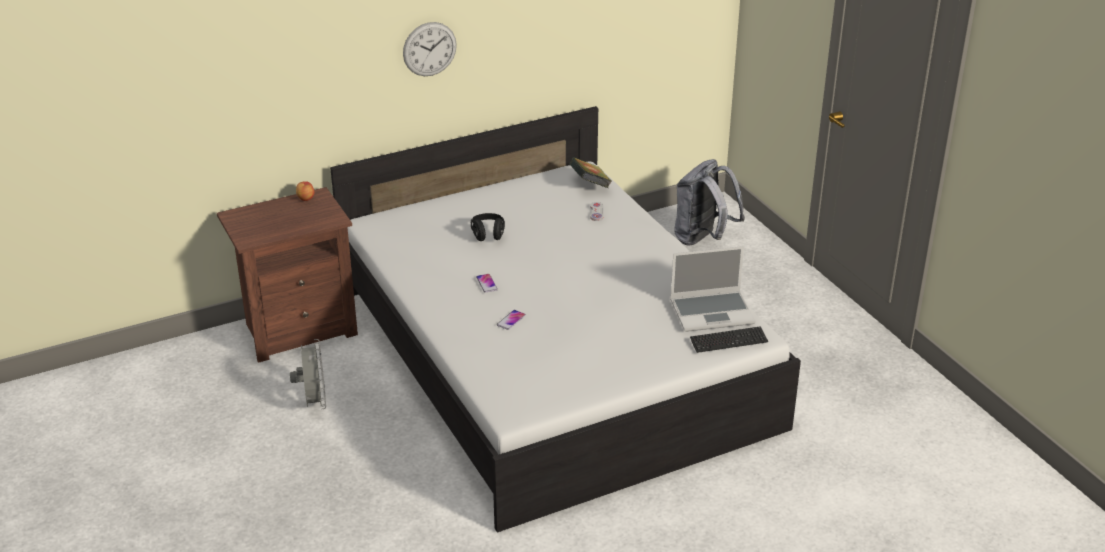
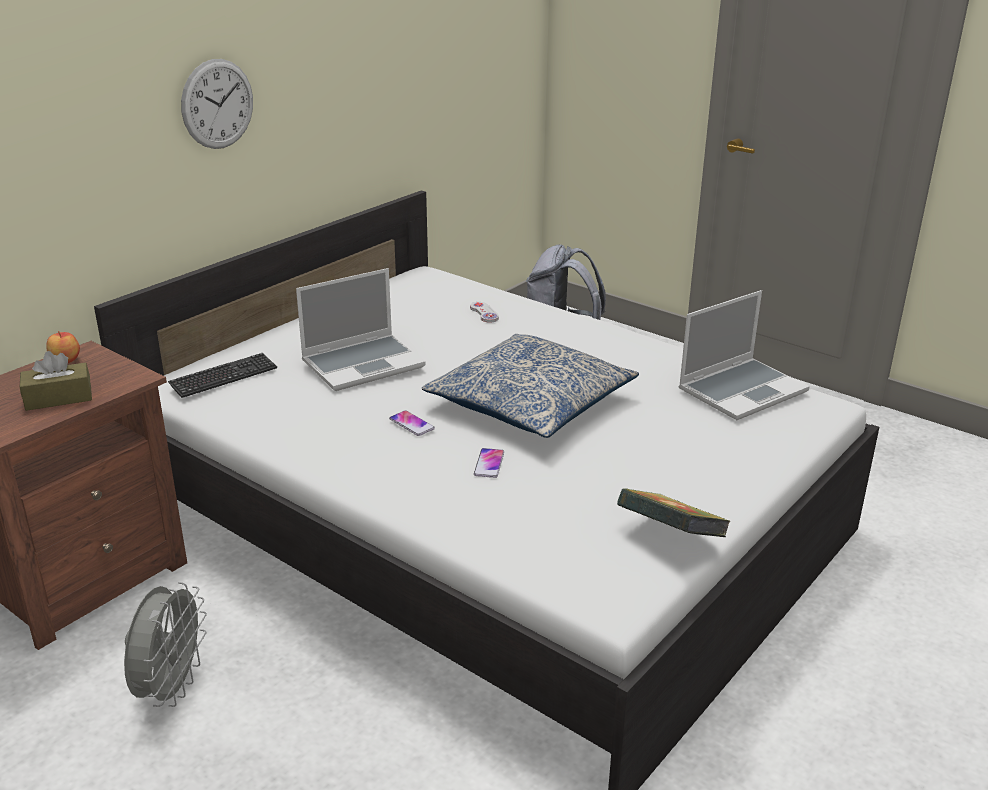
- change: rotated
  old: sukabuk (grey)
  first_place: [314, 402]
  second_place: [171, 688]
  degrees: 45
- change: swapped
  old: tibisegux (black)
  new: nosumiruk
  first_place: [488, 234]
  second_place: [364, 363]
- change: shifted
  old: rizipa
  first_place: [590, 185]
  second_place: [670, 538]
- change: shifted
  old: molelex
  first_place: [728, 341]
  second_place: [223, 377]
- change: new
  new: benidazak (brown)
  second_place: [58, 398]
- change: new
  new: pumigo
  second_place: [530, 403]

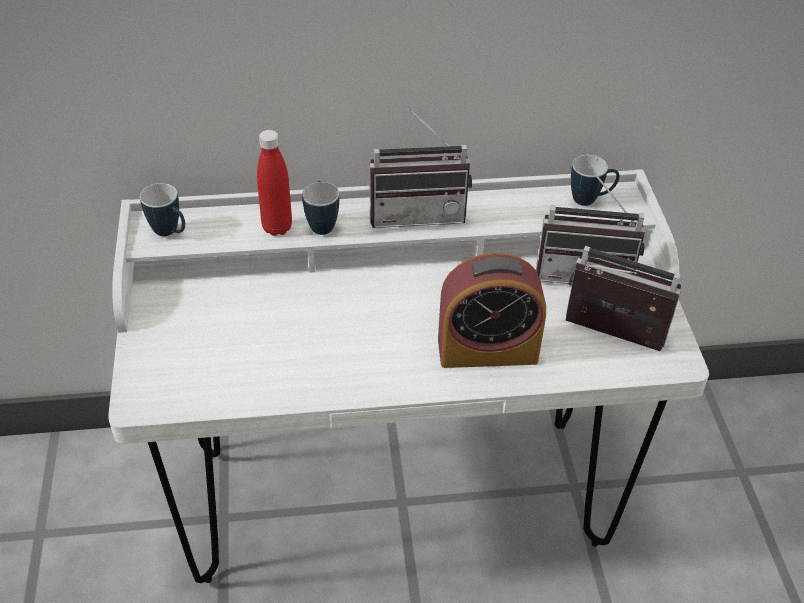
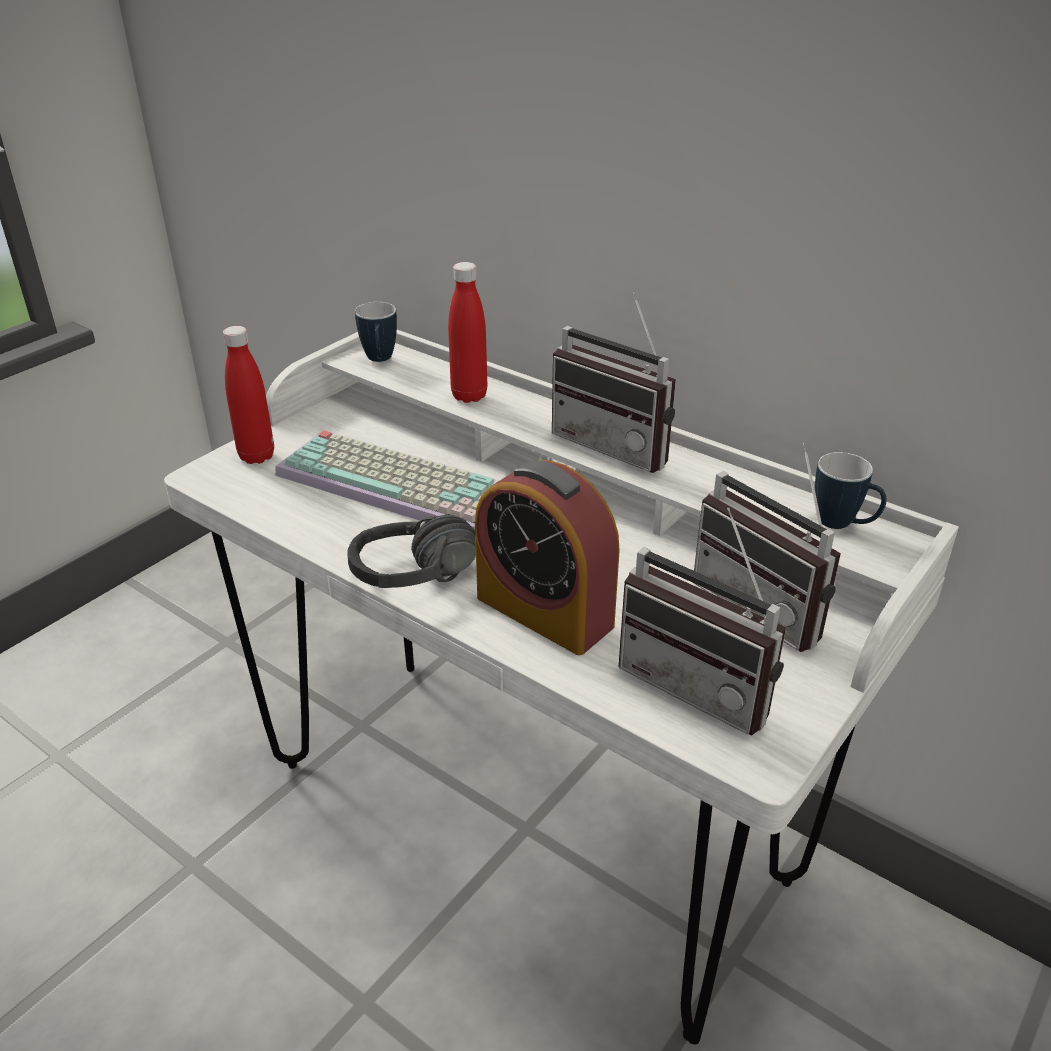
- change: gone
  old: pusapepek
  first_place: [321, 224]
- change: rotated
  old: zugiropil
  first_place: [609, 338]
  second_place: [703, 684]
  degrees: 150
- change: new
  new: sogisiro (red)
  second_place: [257, 456]
- change: new
  new: molelex
  second_place: [400, 483]
- change: new
  new: tibisegux (black)
  second_place: [420, 584]

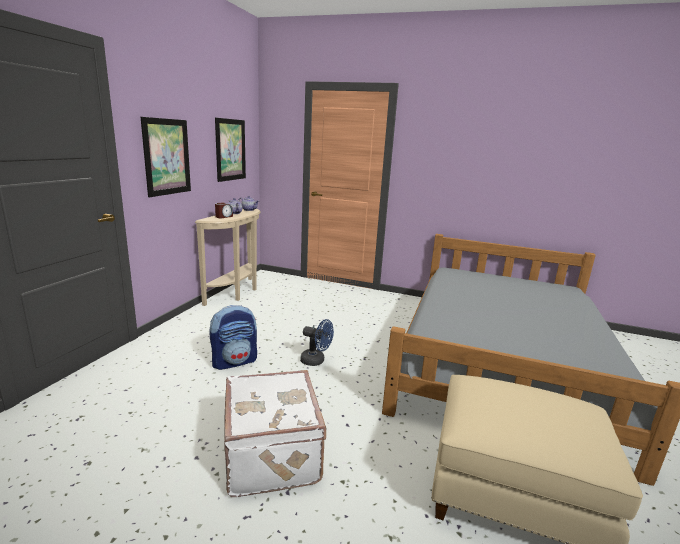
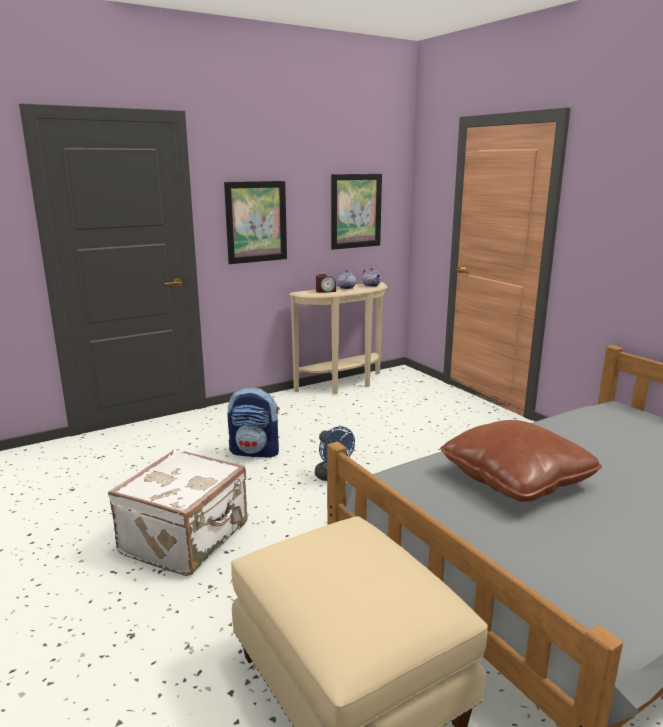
- change: new
  new: pumigo (brown)
  second_place: [515, 479]

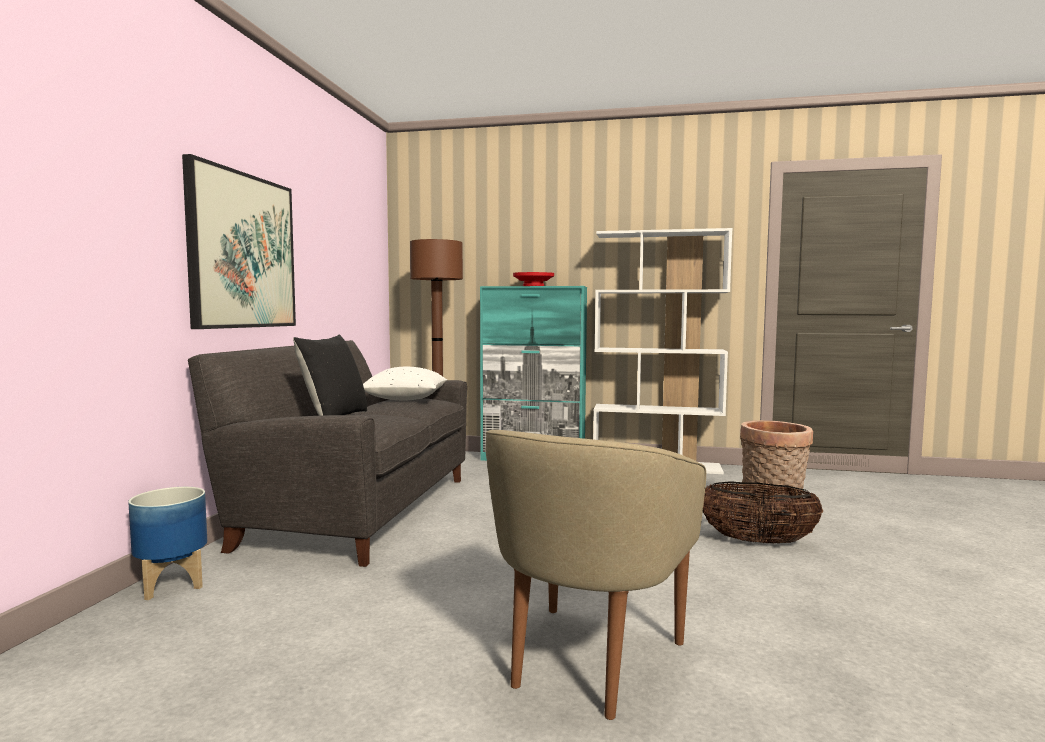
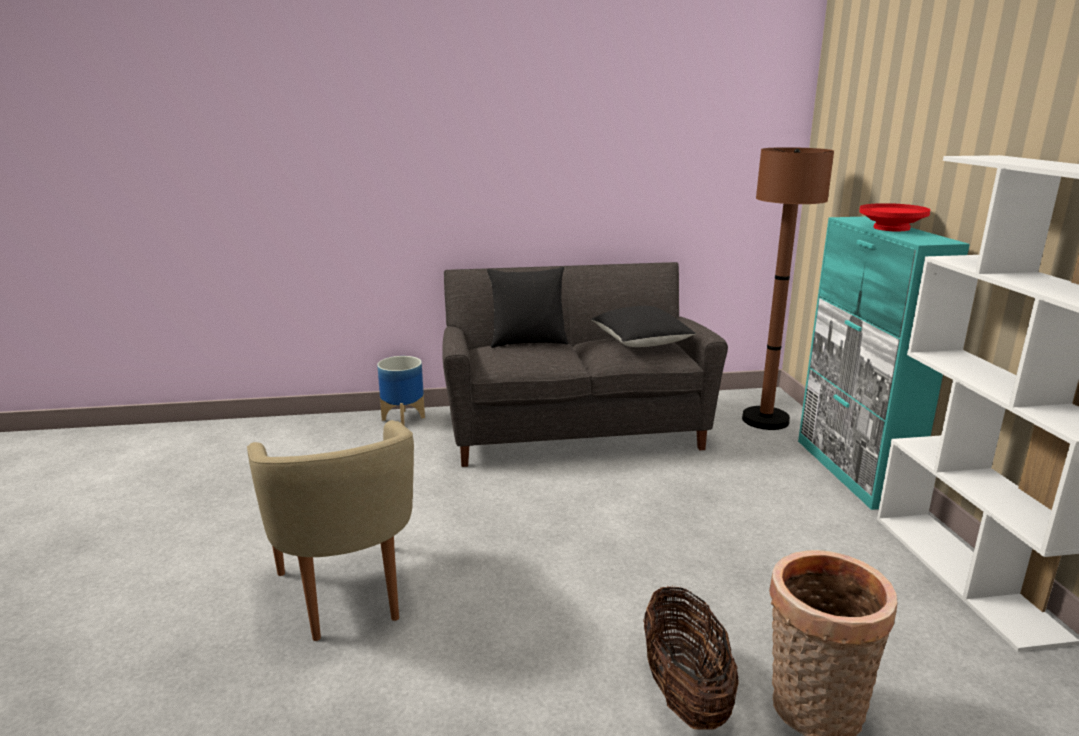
- change: gone
  old: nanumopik
  first_place: [242, 251]
- change: repainted
  old: pumigo (white)
  new: pumigo (black)
  first_place: [405, 399]
  second_place: [641, 342]
- change: rotated
  old: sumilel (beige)
  first_place: [588, 660]
  second_place: [346, 593]
  degrees: -120

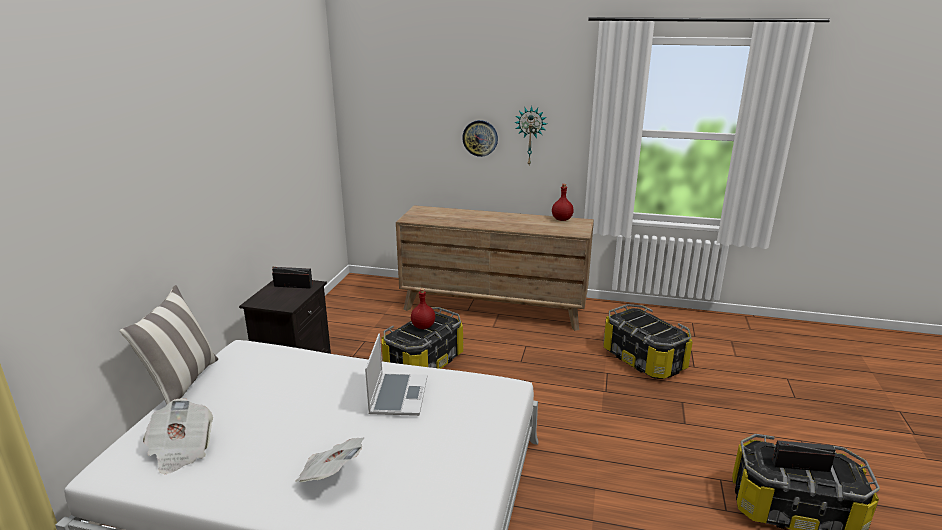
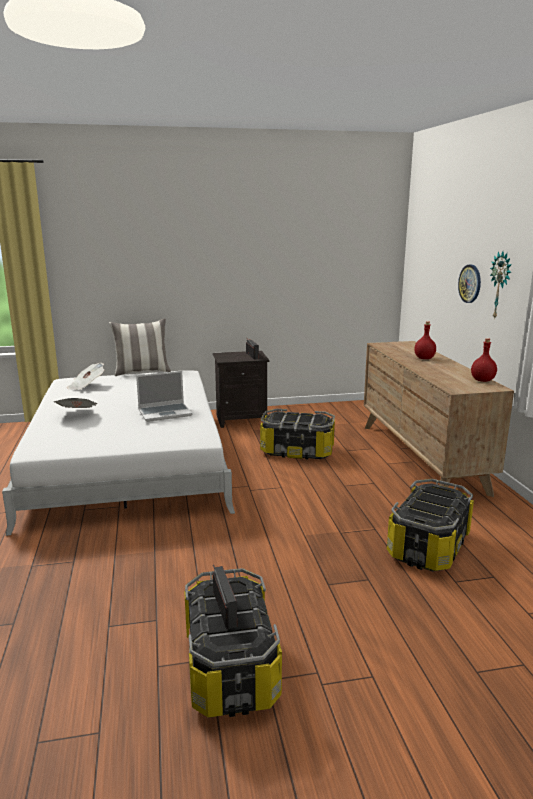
- change: shifted
  old: sogisiro (red)
  first_place: [423, 326]
  second_place: [424, 358]

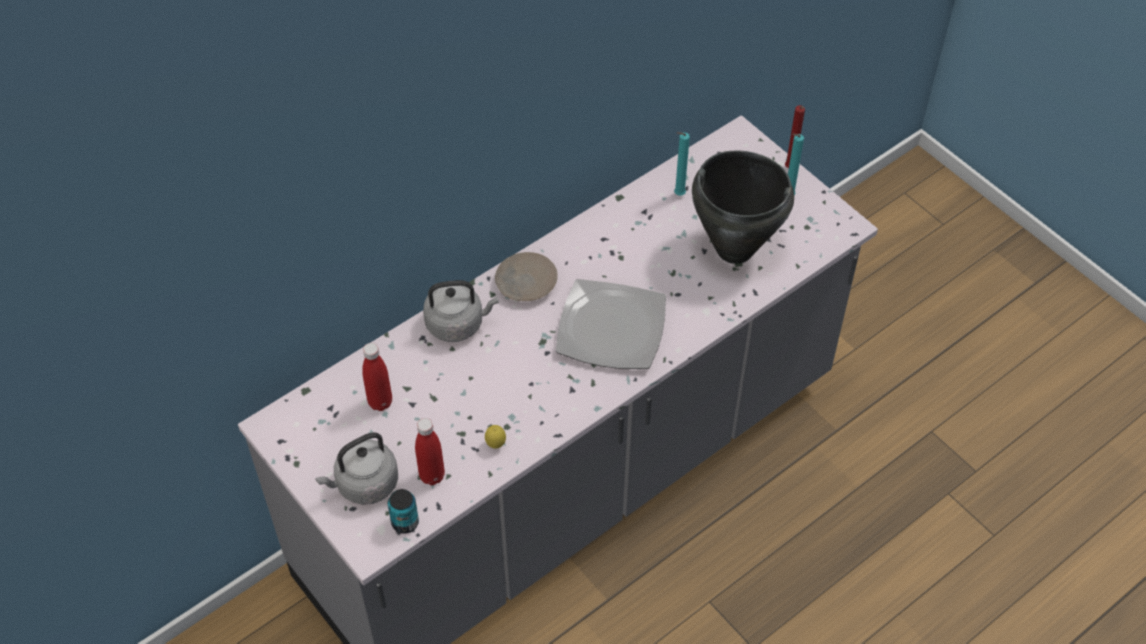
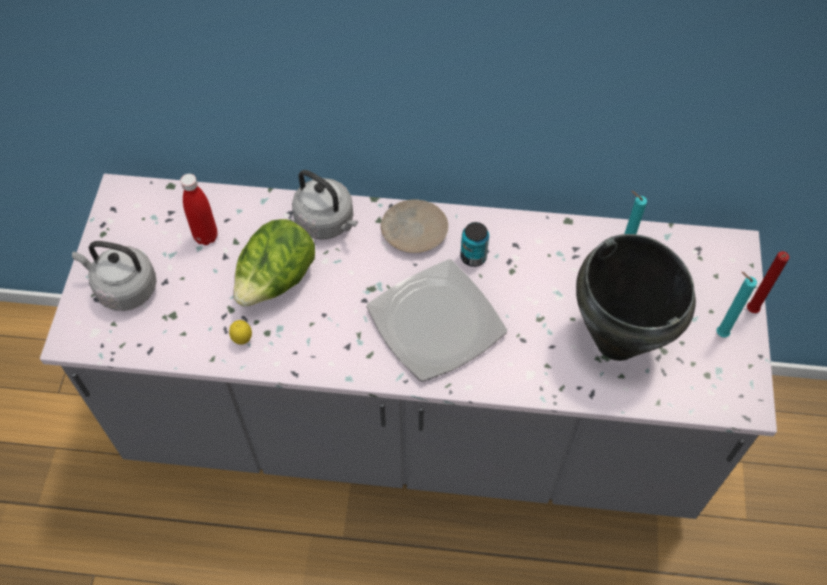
- change: shifted
  old: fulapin
  first_place: [405, 522]
  second_place: [473, 257]
- change: gone
  old: sogisiro (red)
  first_place: [432, 476]
- change: new
  new: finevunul
  second_place: [276, 281]

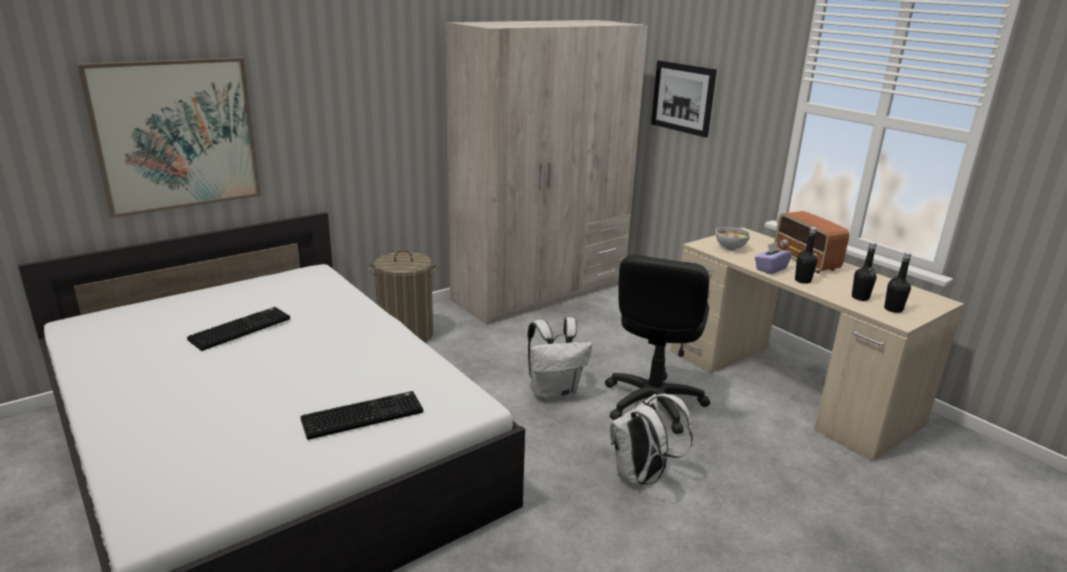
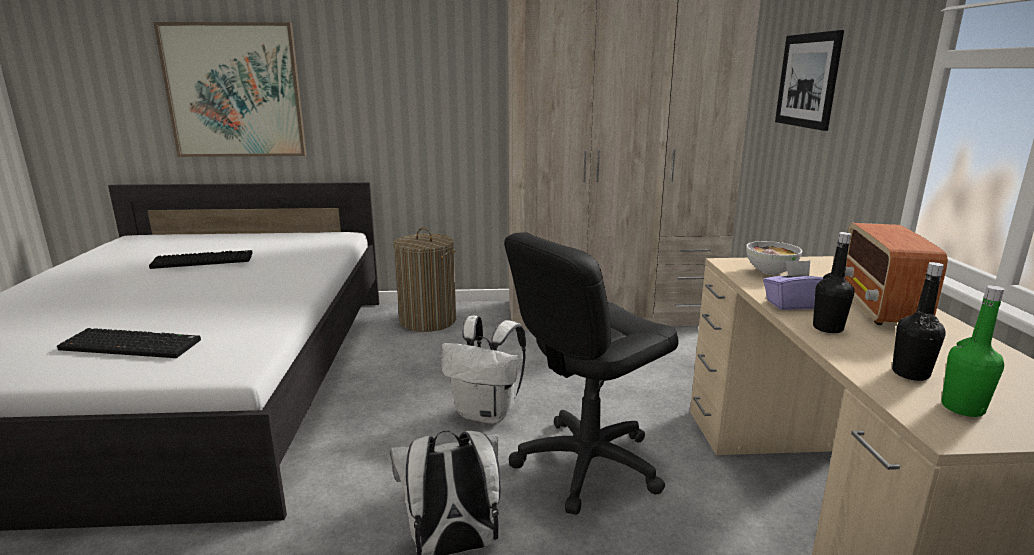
- change: repainted
  old: sogisiro (black)
  new: sogisiro (green)
  first_place: [893, 309]
  second_place: [962, 408]

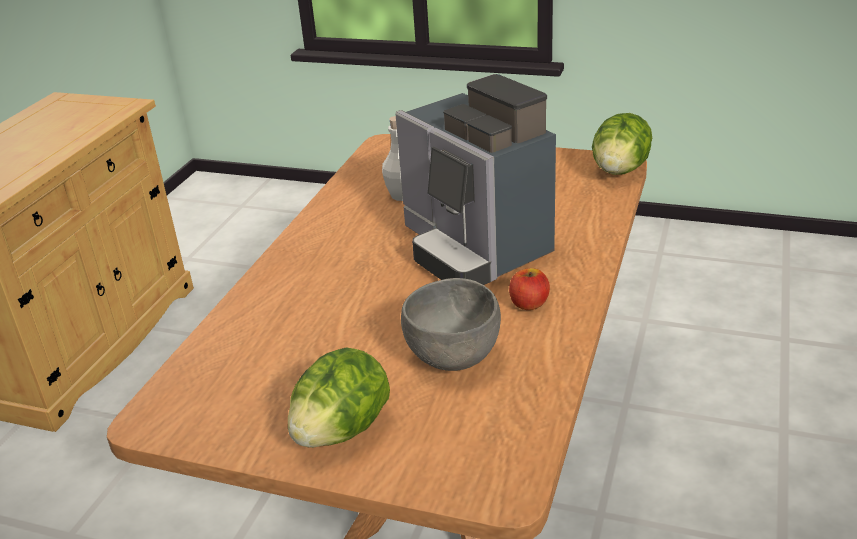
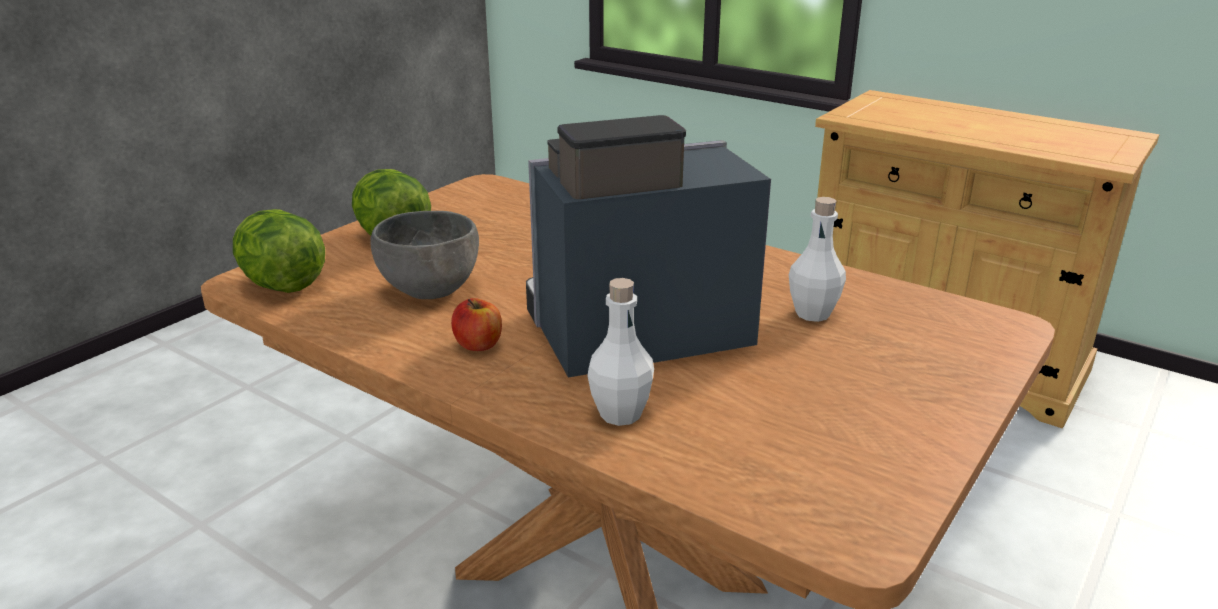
- change: shifted
  old: finevunul
  first_place: [619, 170]
  second_place: [282, 284]
- change: new
  new: sogisiro (white)
  second_place: [620, 414]

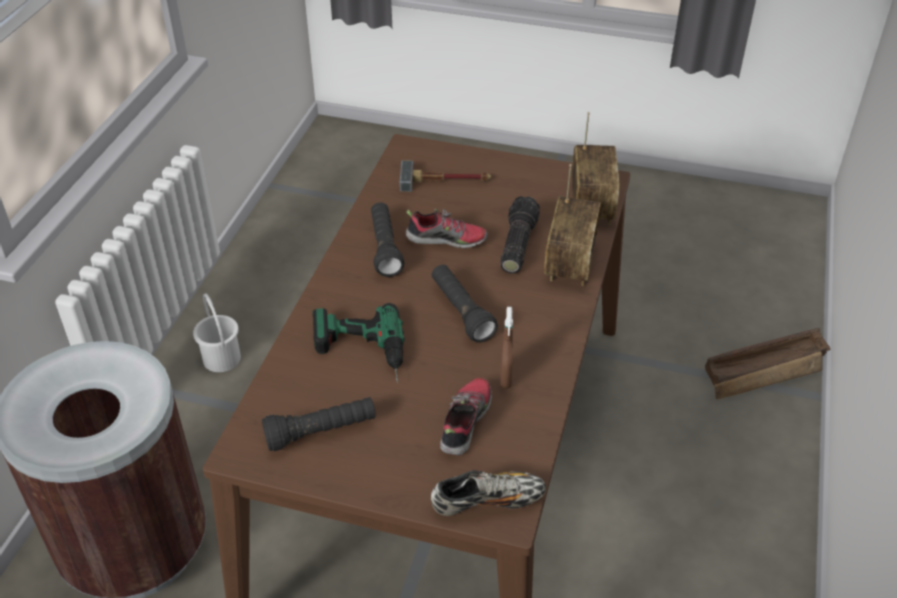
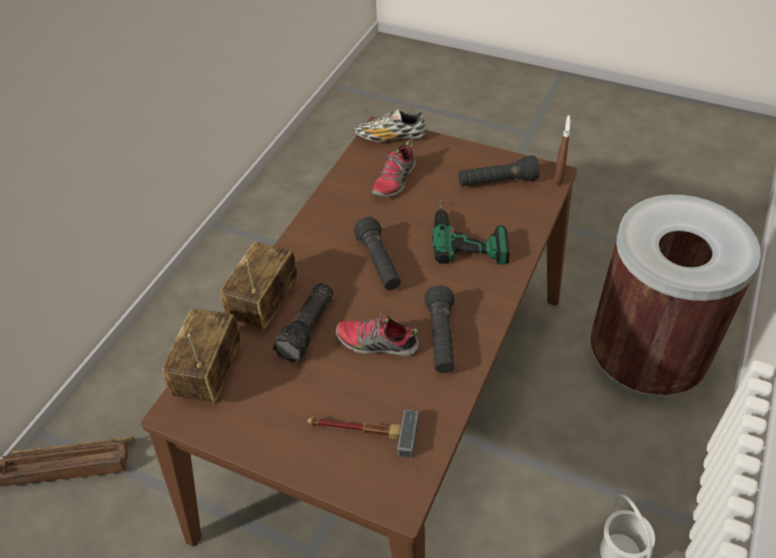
- change: shifted
  old: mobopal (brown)
  first_place: [505, 377]
  second_place: [558, 177]

